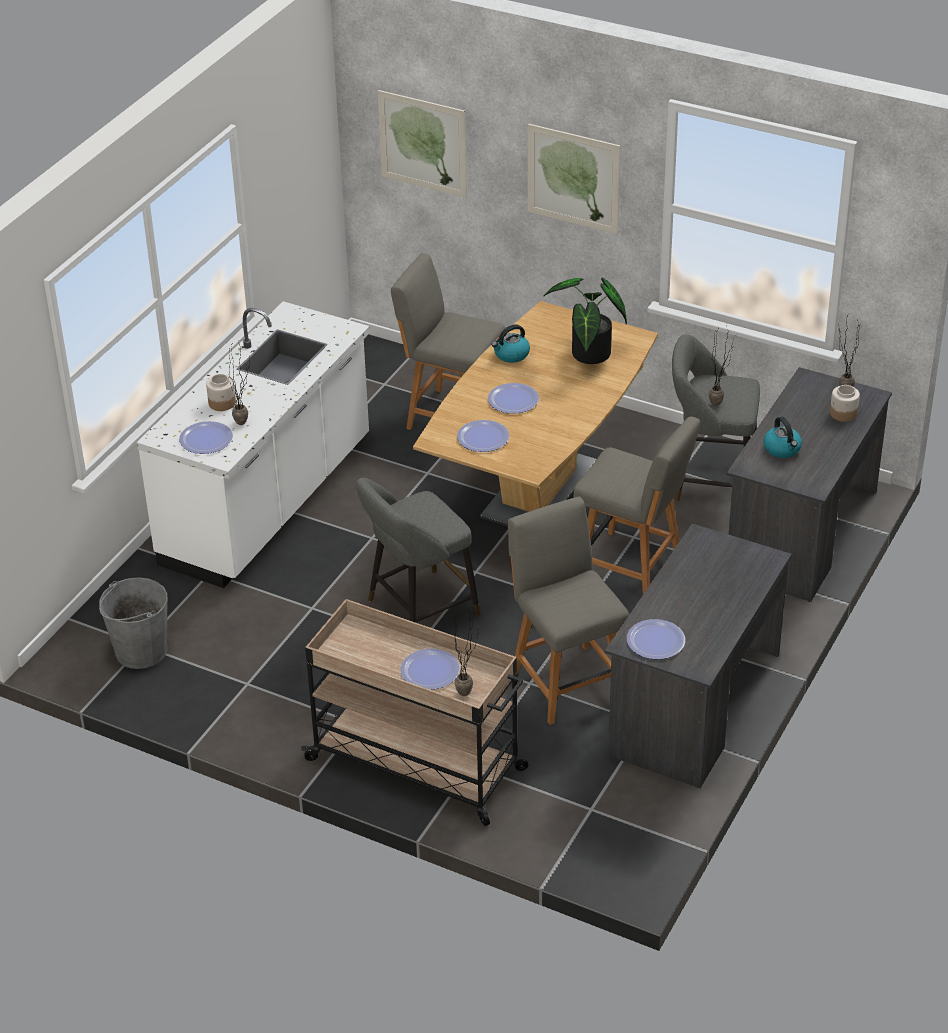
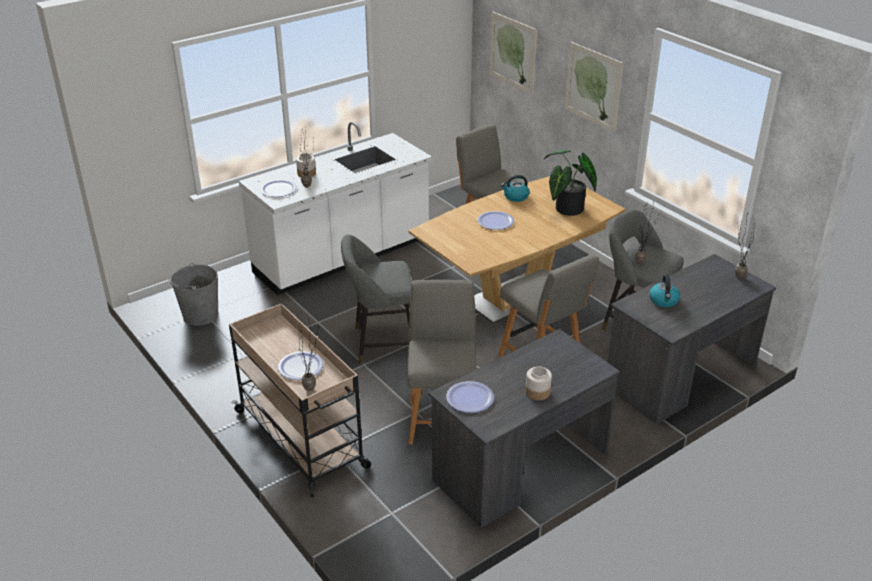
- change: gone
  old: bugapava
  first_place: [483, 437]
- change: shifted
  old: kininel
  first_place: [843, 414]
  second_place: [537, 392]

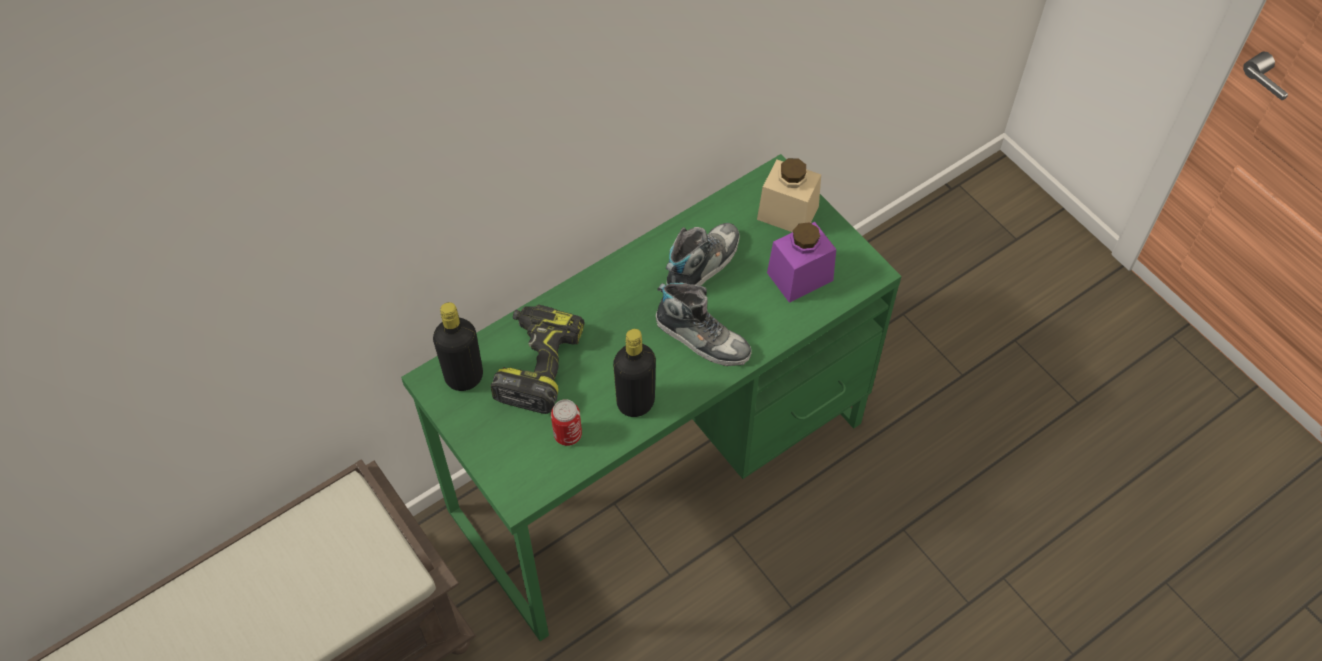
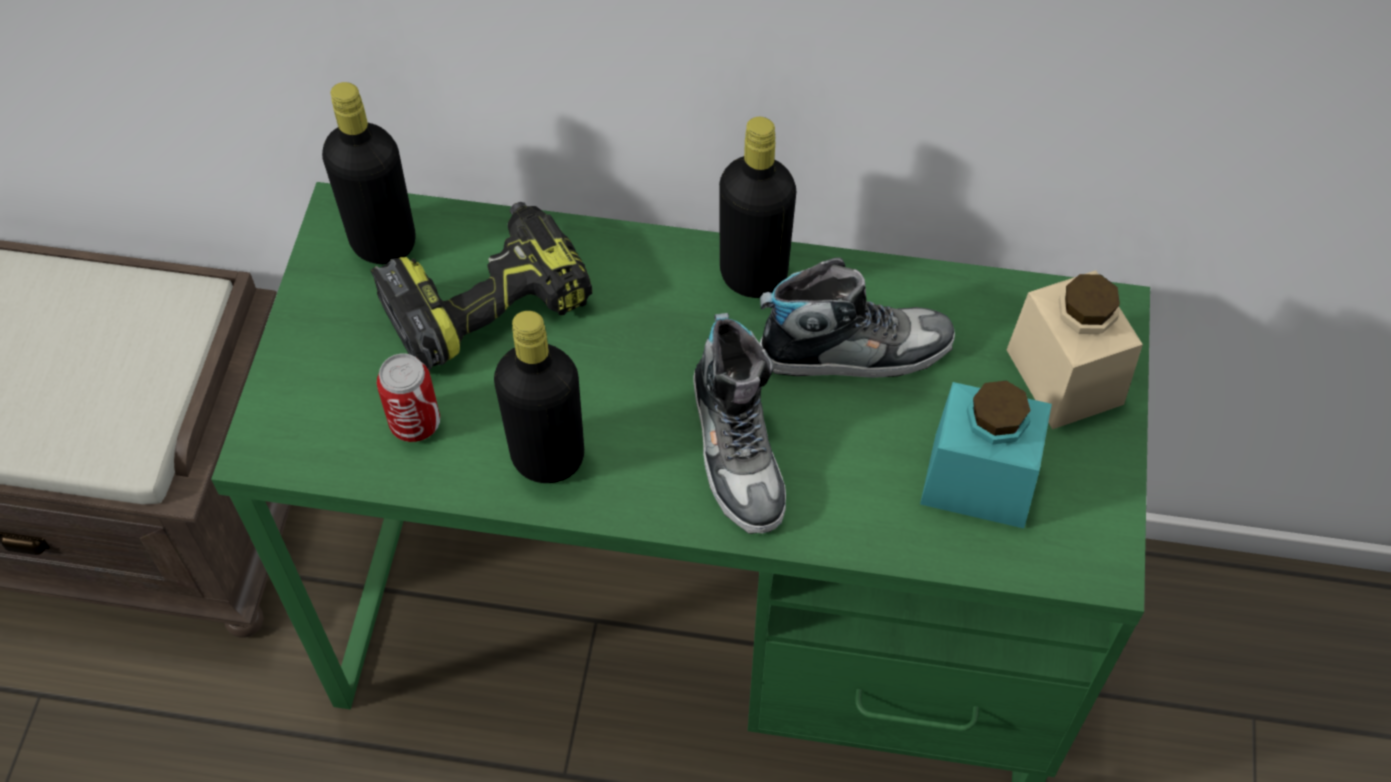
- change: repainted
  old: kininel (purple)
  new: kininel (turquoise)
  first_place: [800, 276]
  second_place: [979, 481]
- change: new
  new: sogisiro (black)
  second_place: [753, 275]

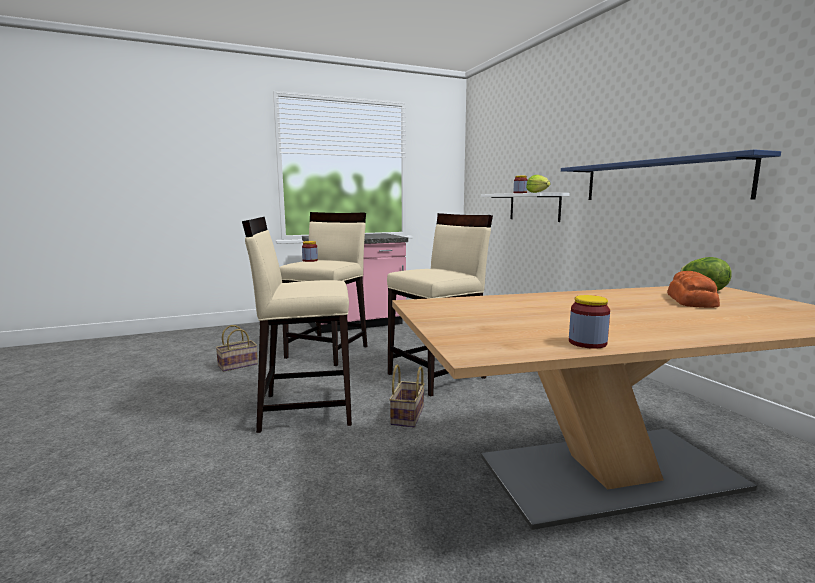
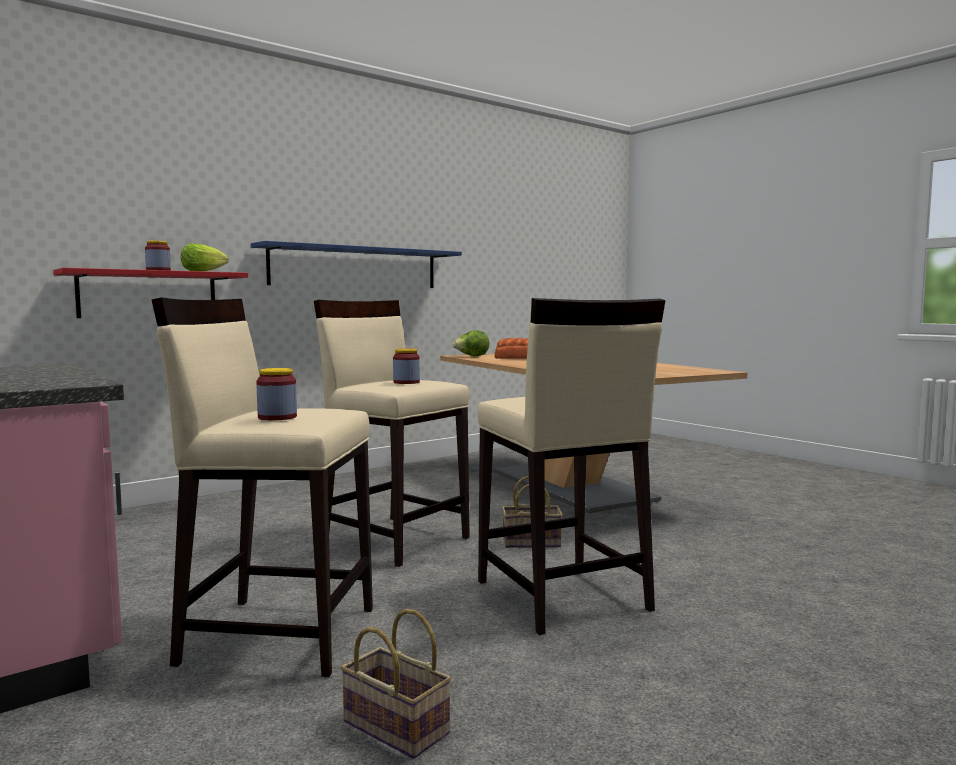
- change: repainted
  old: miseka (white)
  new: miseka (red)
  first_place: [534, 207]
  second_place: [148, 294]
- change: shifted
  old: kininel
  first_place: [587, 343]
  second_place: [406, 382]

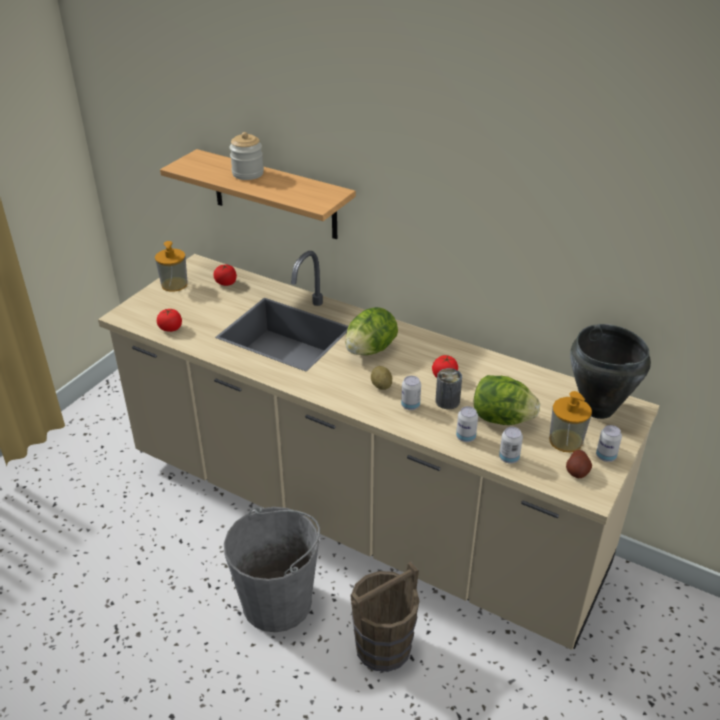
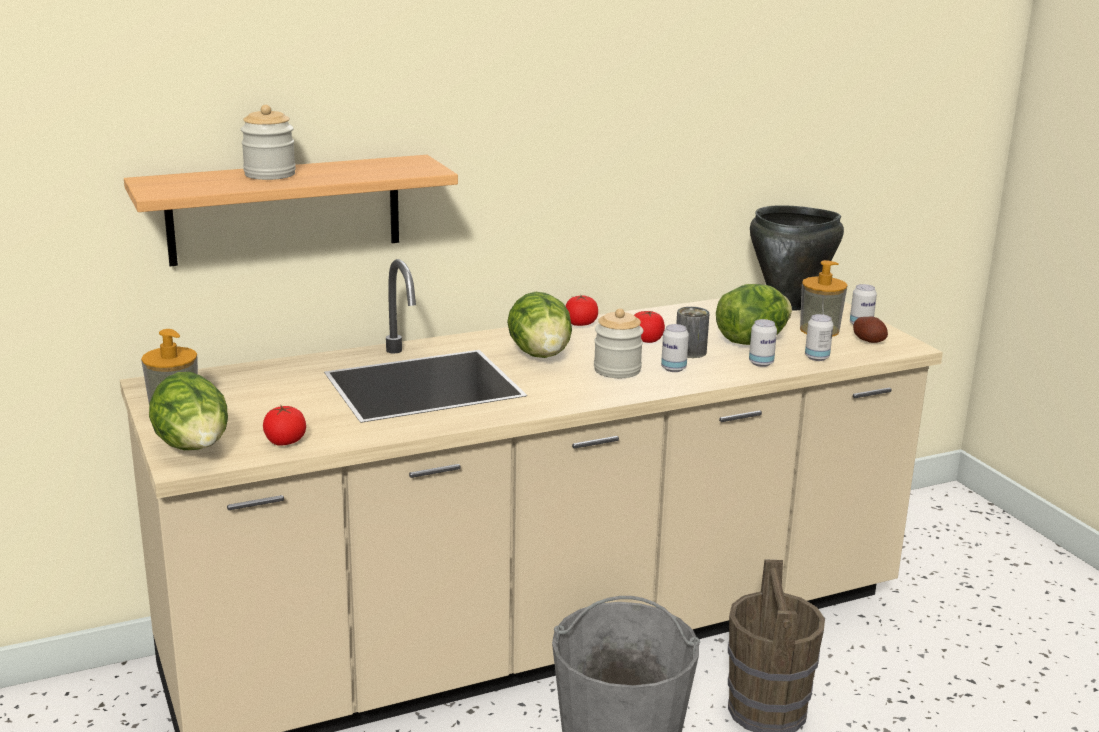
- change: shifted
  old: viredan
  first_place: [226, 283]
  second_place: [580, 324]
- change: swapped
  old: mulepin
  new: kininel
  first_place: [381, 386]
  second_place: [617, 370]
- change: new
  new: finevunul
  second_place: [194, 449]

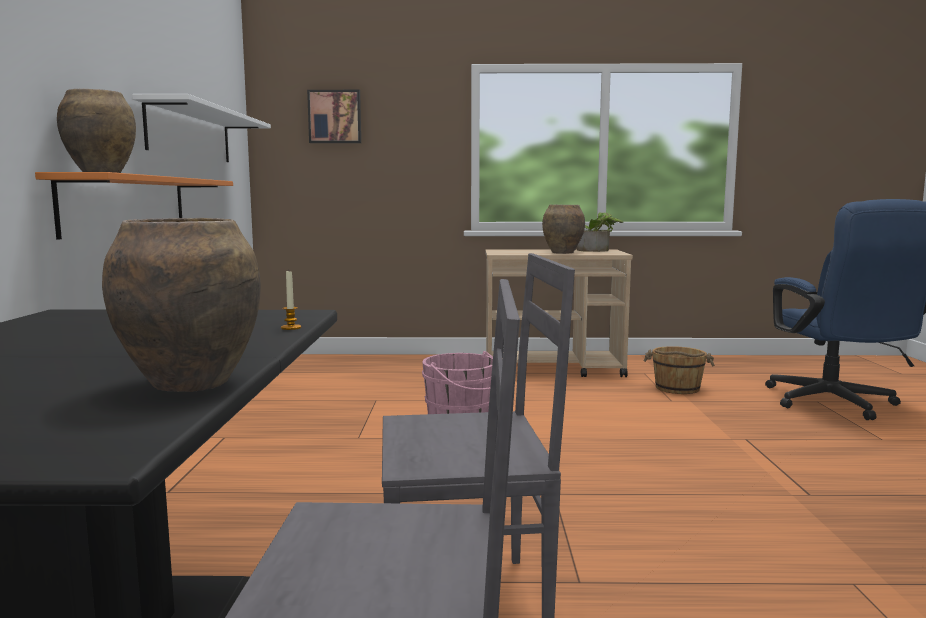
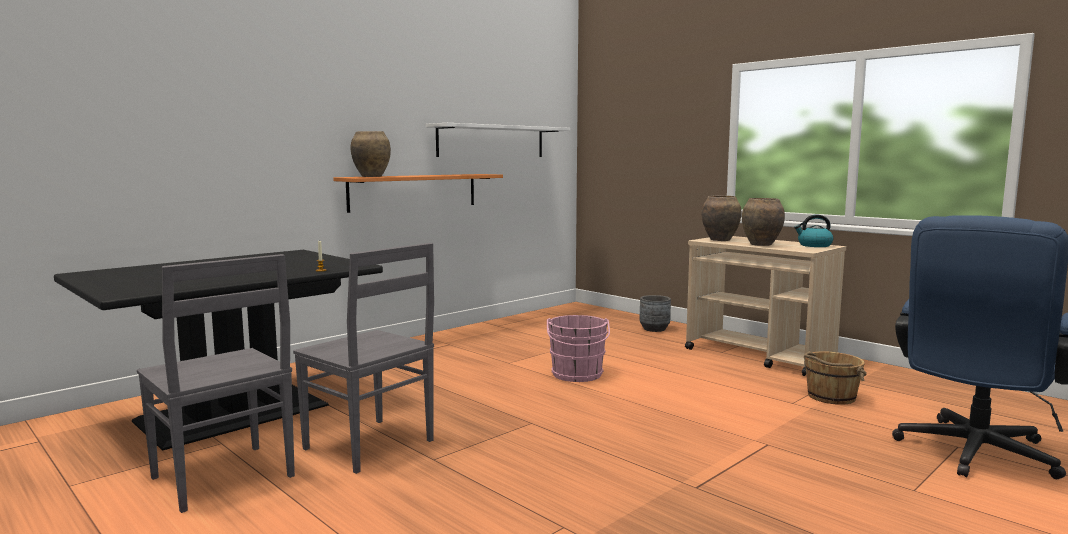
- change: shifted
  old: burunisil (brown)
  first_place: [193, 383]
  second_place: [720, 240]
- change: gone
  old: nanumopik
  first_place: [335, 117]
- change: swapped
  old: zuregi
  new: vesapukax
  first_place: [597, 250]
  second_place: [814, 245]
- change: new
  new: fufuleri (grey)
  second_place: [654, 329]

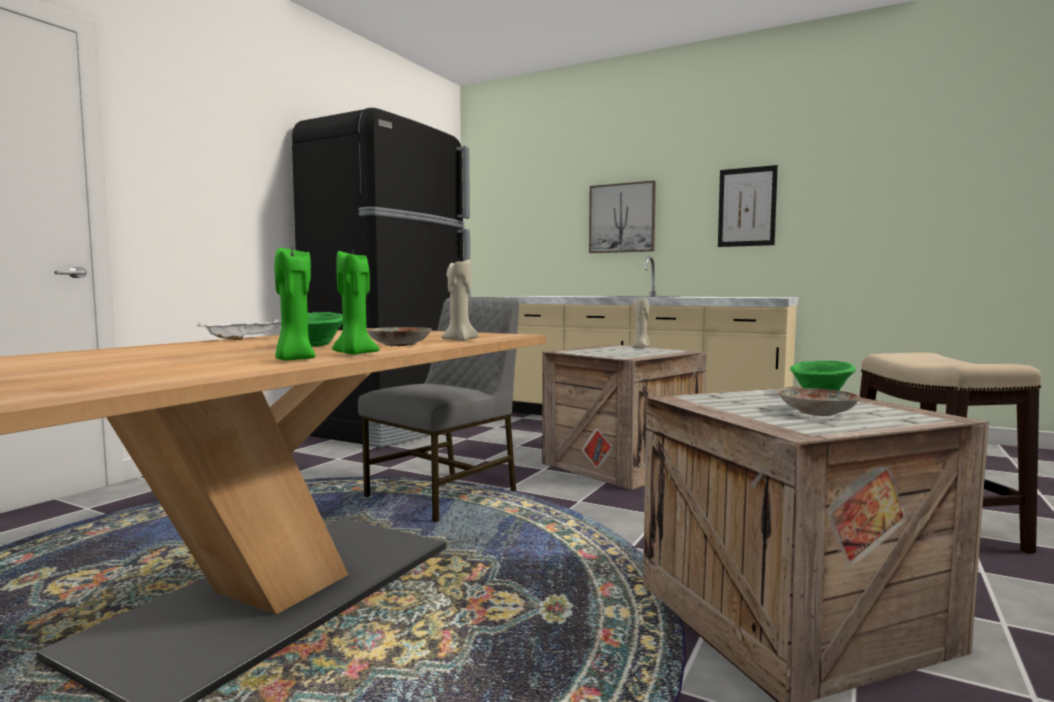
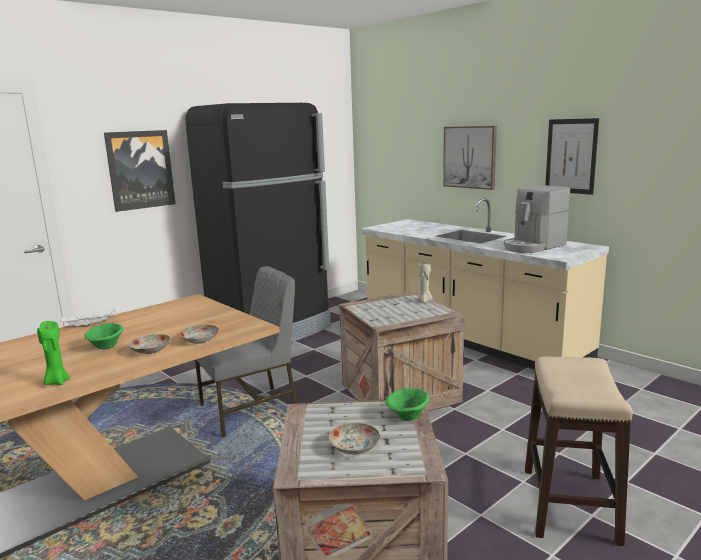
- change: gone
  old: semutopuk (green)
  first_place: [354, 354]
- change: swapped
  old: semutopuk (beige)
  new: bugapava
  first_place: [459, 340]
  second_place: [200, 340]
- change: new
  new: nanumopik
  second_place: [140, 170]
- change: new
  new: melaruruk
  second_place: [533, 246]

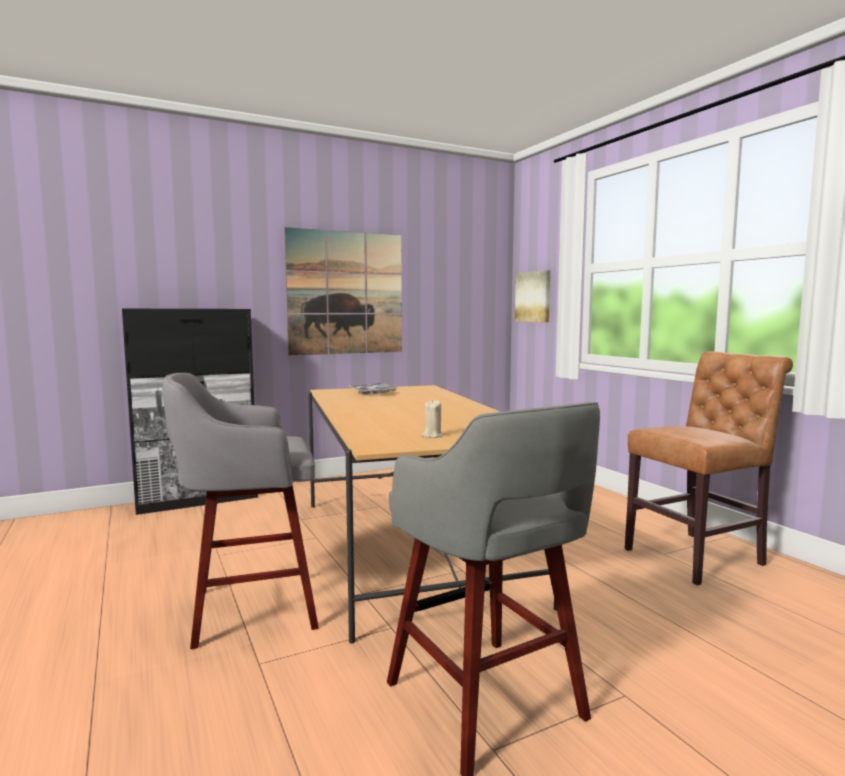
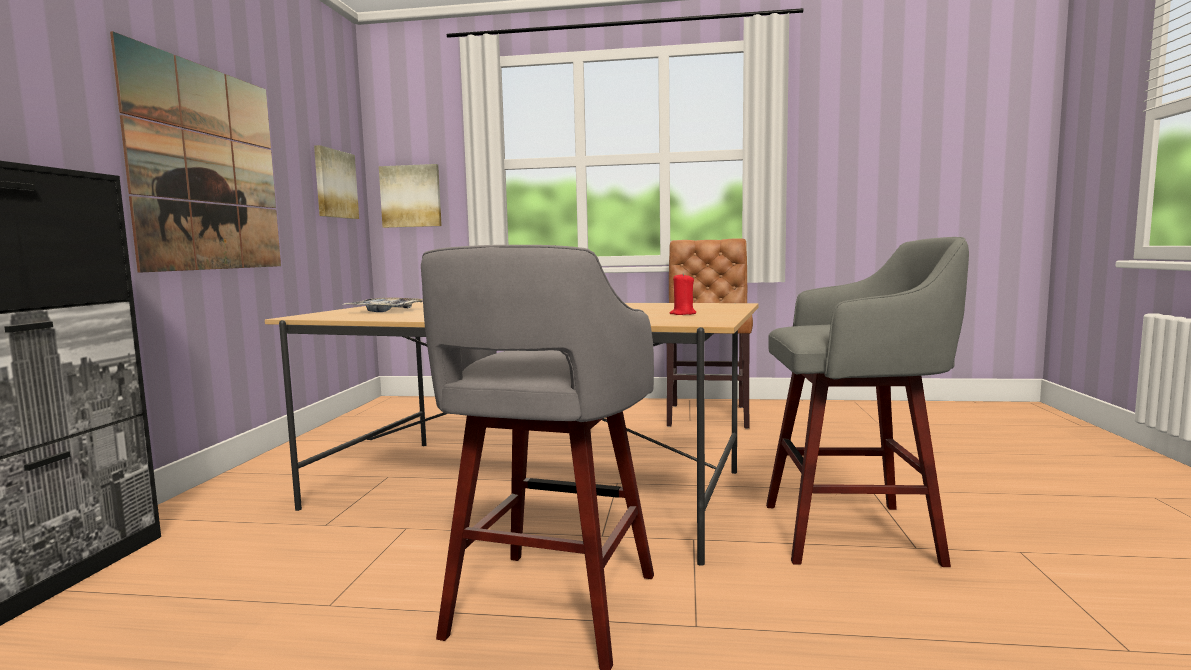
- change: repainted
  old: semutopuk (beige)
  new: semutopuk (red)
  first_place: [432, 435]
  second_place: [682, 314]
- change: new
  new: nanumopik
  second_place: [335, 184]

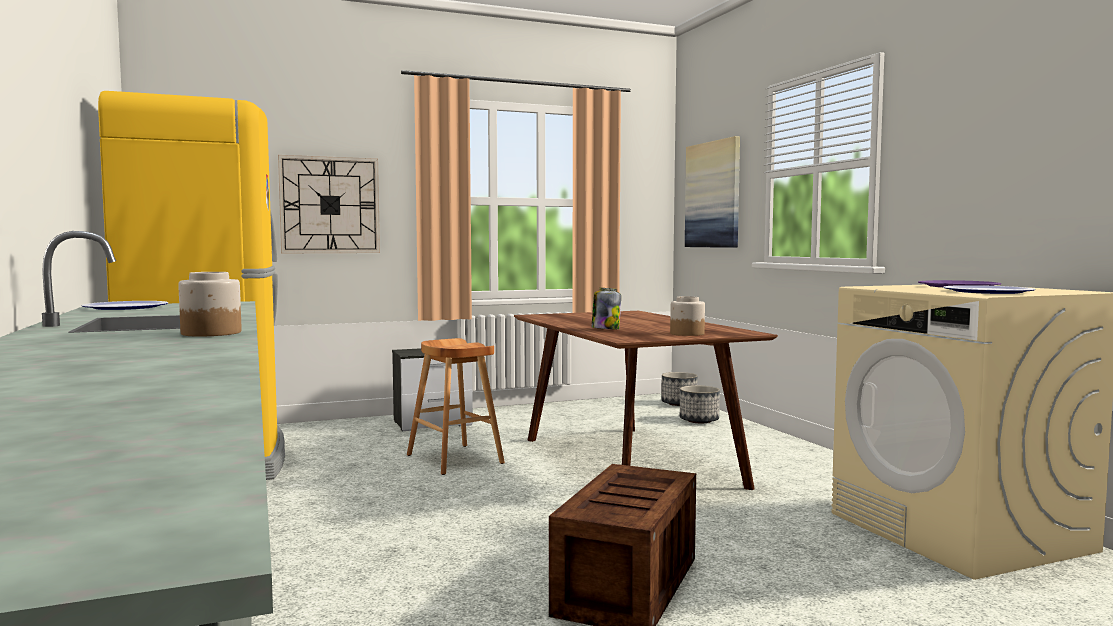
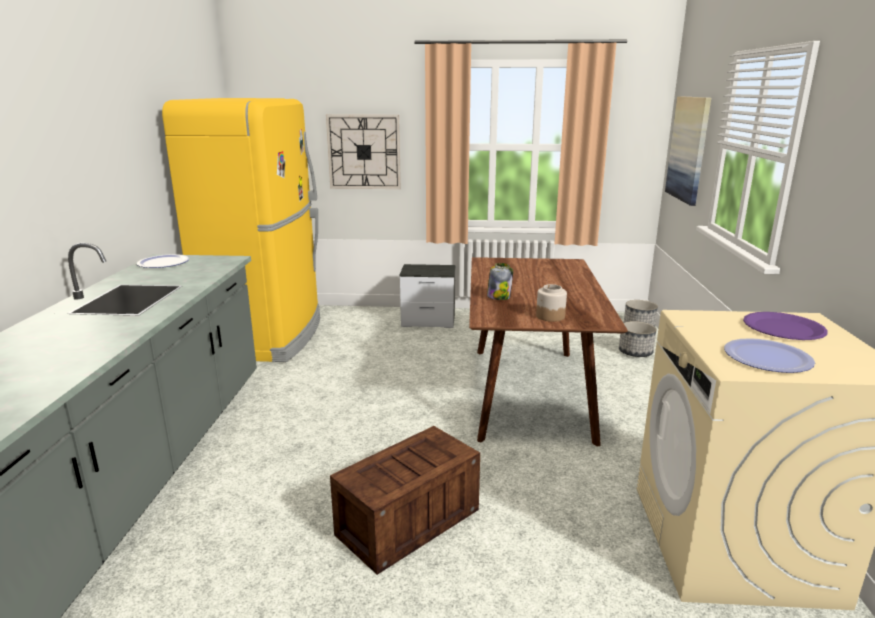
- change: gone
  old: kininel
  first_place: [210, 333]
- change: gone
  old: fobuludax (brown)
  first_place: [455, 459]

